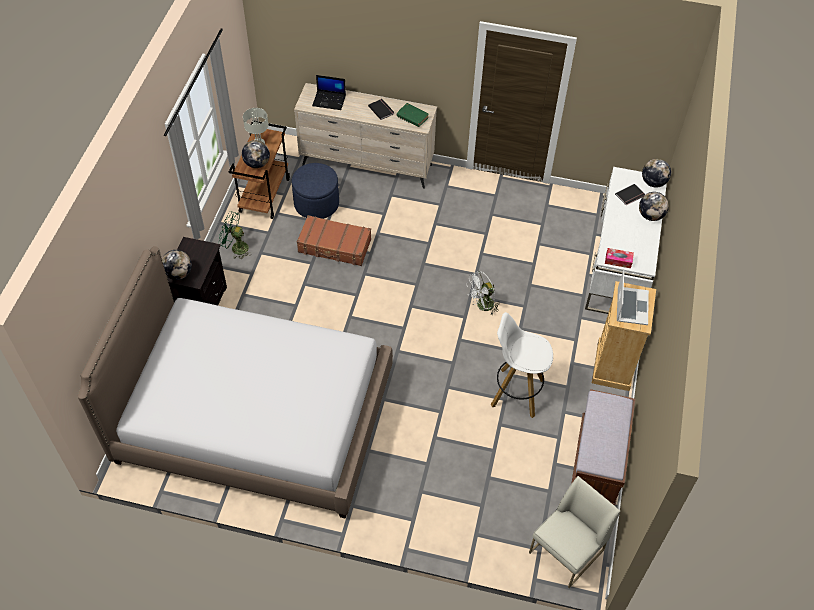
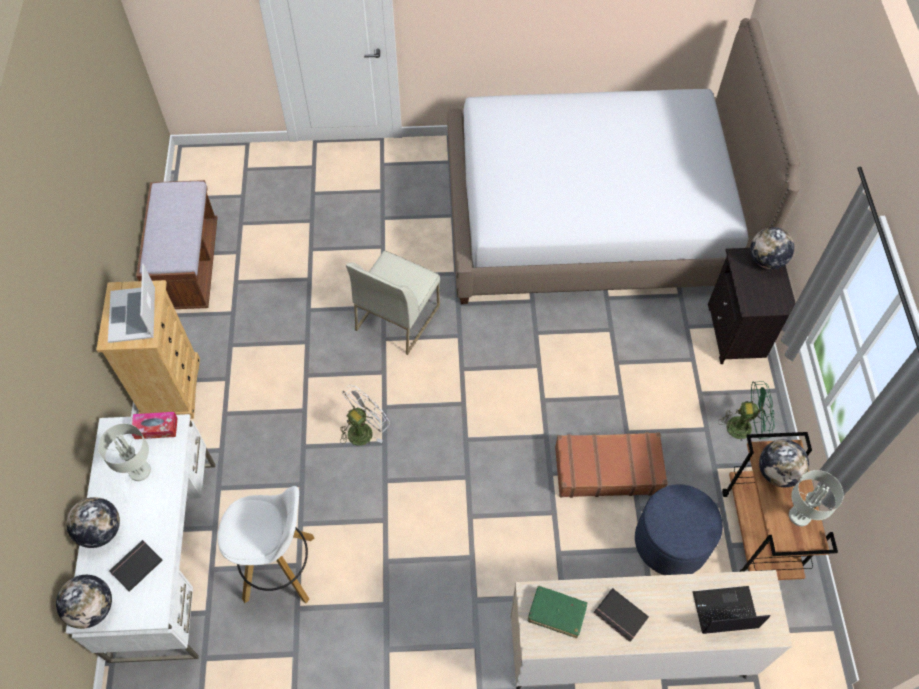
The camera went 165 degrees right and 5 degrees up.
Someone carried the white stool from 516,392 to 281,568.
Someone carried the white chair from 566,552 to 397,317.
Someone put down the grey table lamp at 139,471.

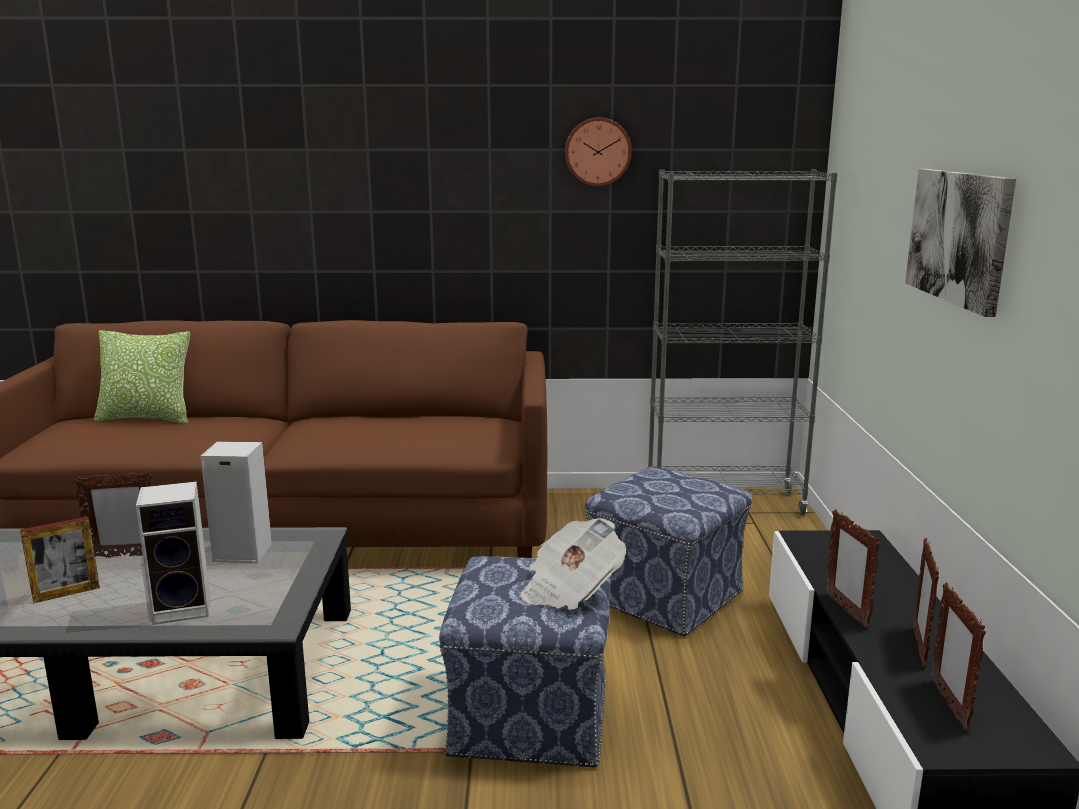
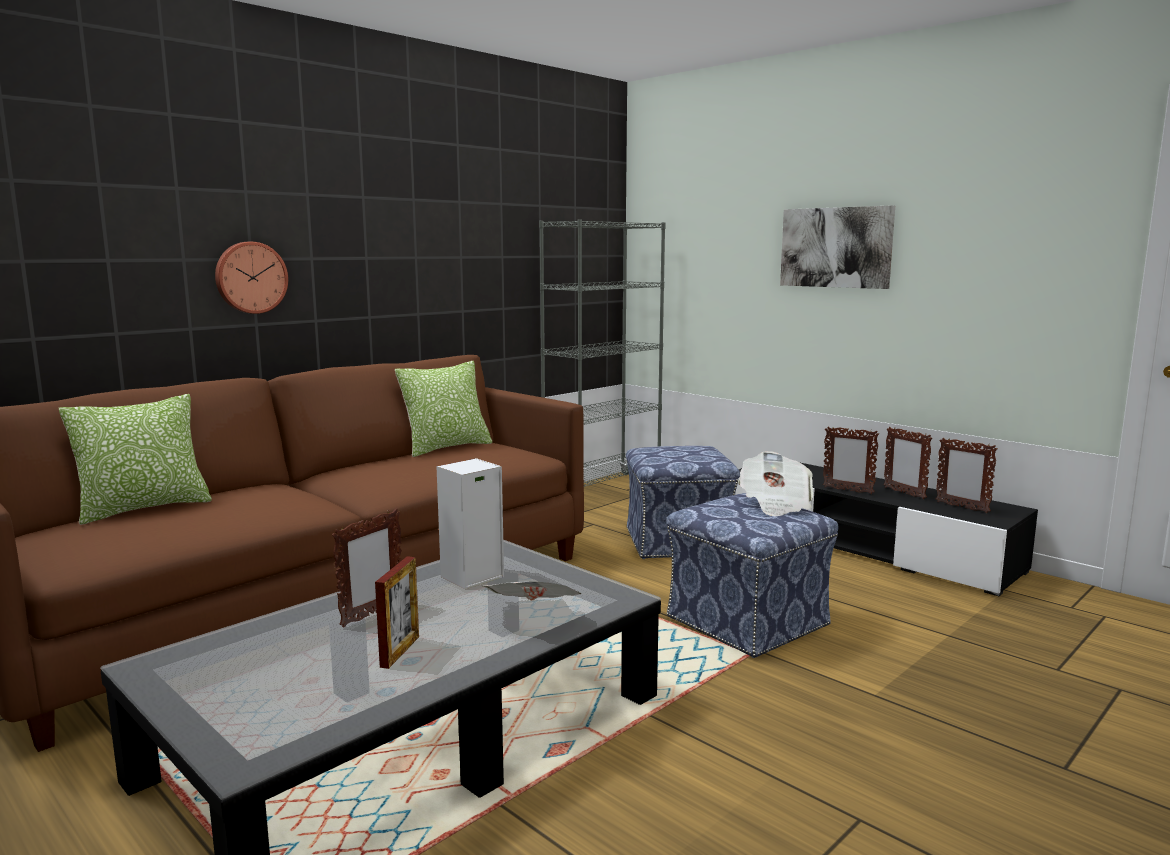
The camera went 45 degrees left and 5 degrees down.
Someone swapped the speaker at 184,608 for the newspaper at 533,616.
Someone carried the wall clock from 597,152 to 250,277.
Someone put down the pillow at 446,447.

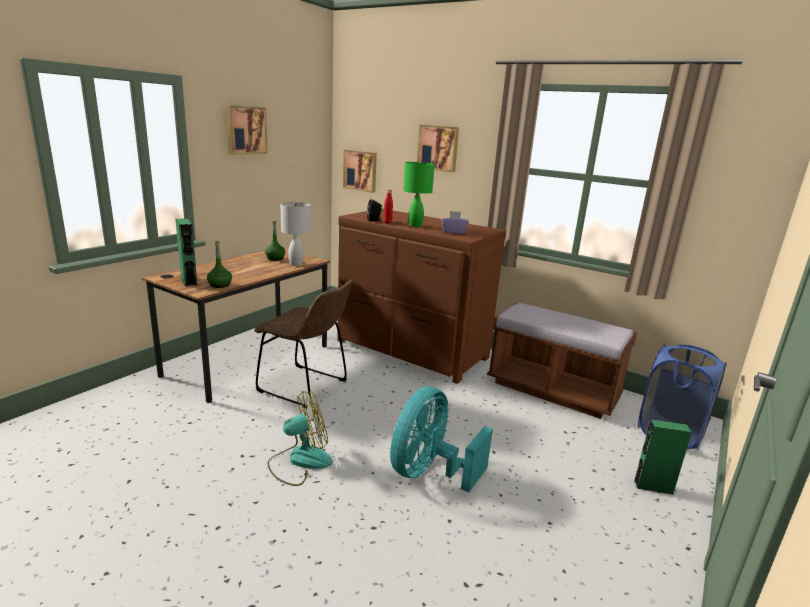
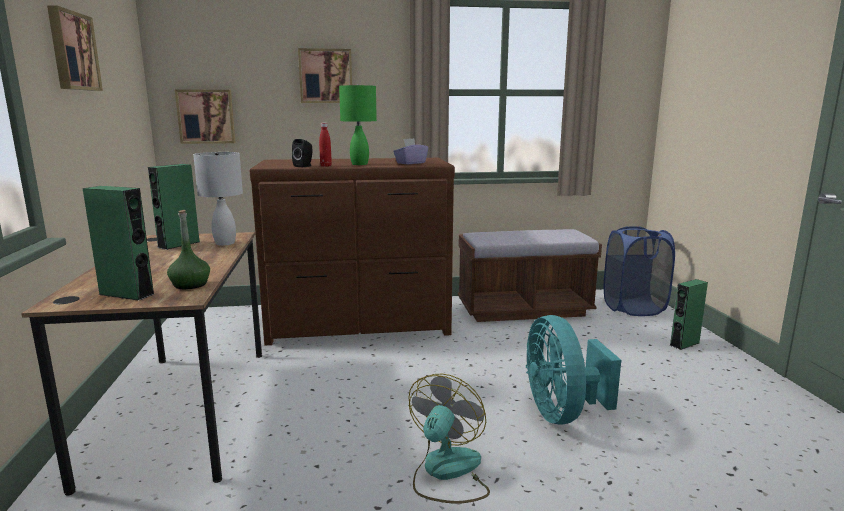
The camera went 40 degrees left and 5 degrees down.
Someone took away the brown chair at 306,387.
Someone swapped the green bottle at 275,258 for the green speaker at 179,244.

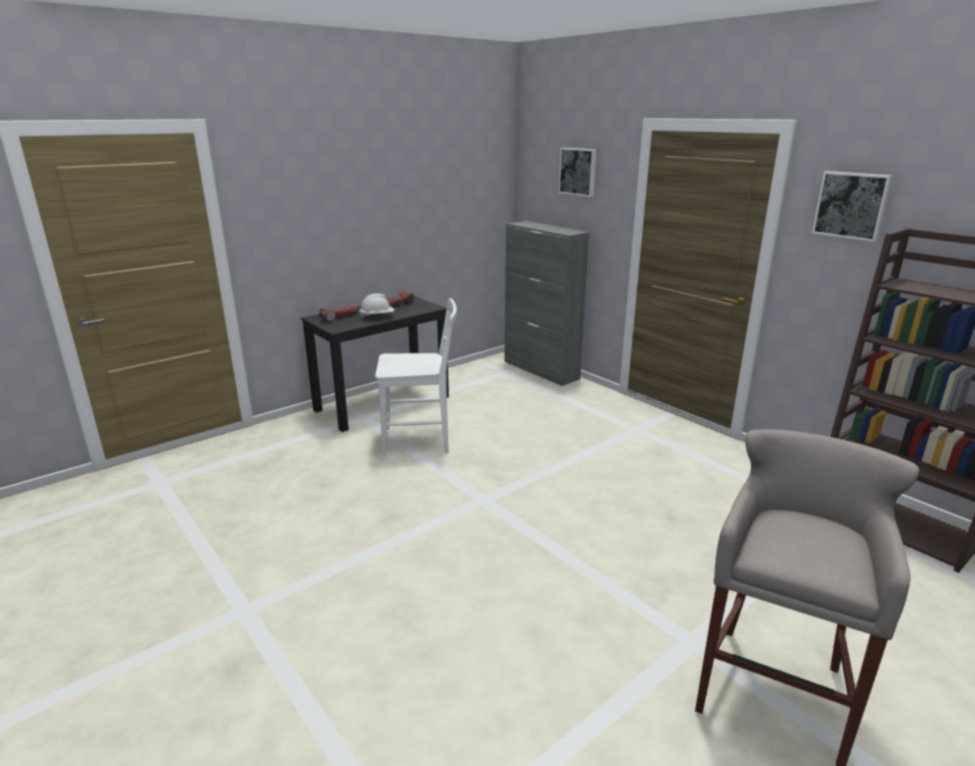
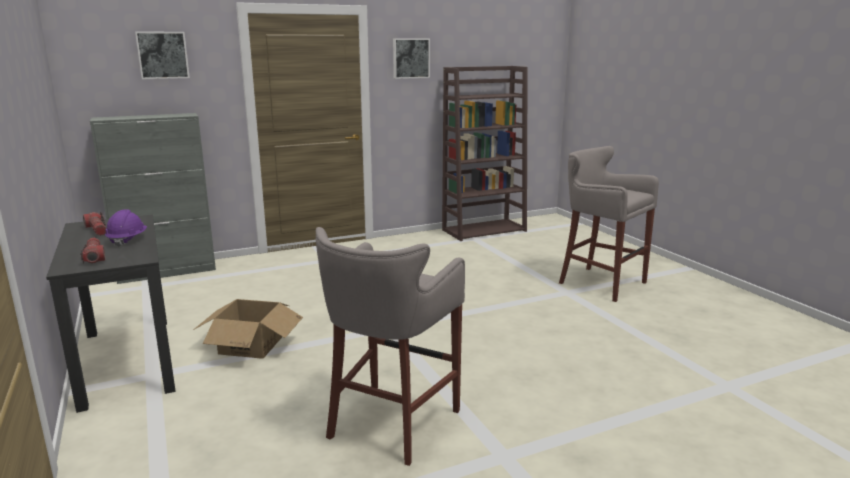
The camera went 75 degrees left and 5 degrees down.
Someone repainted the white hard hat at 377,316, which became the purple hard hat at 127,240.
Someone swapped the white chair at 421,440 for the cardboard box at 251,345.
Someone put down the grey stool at 390,424.

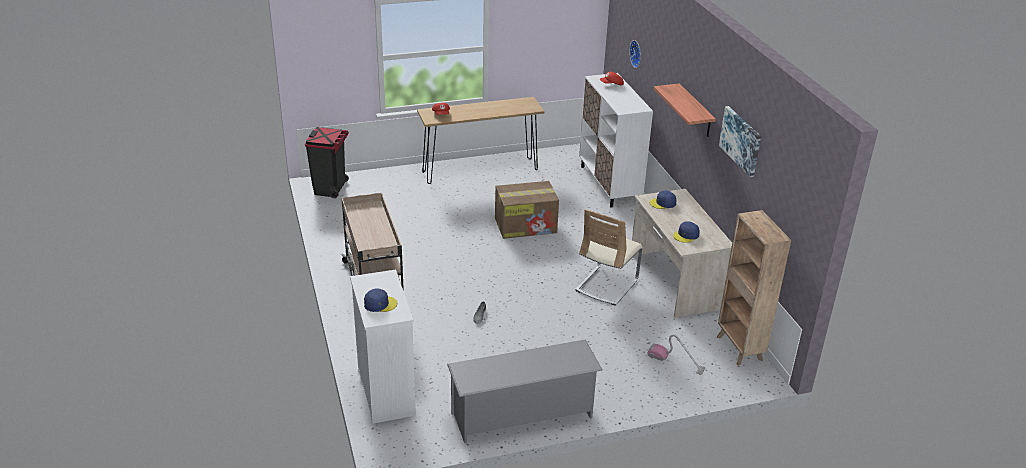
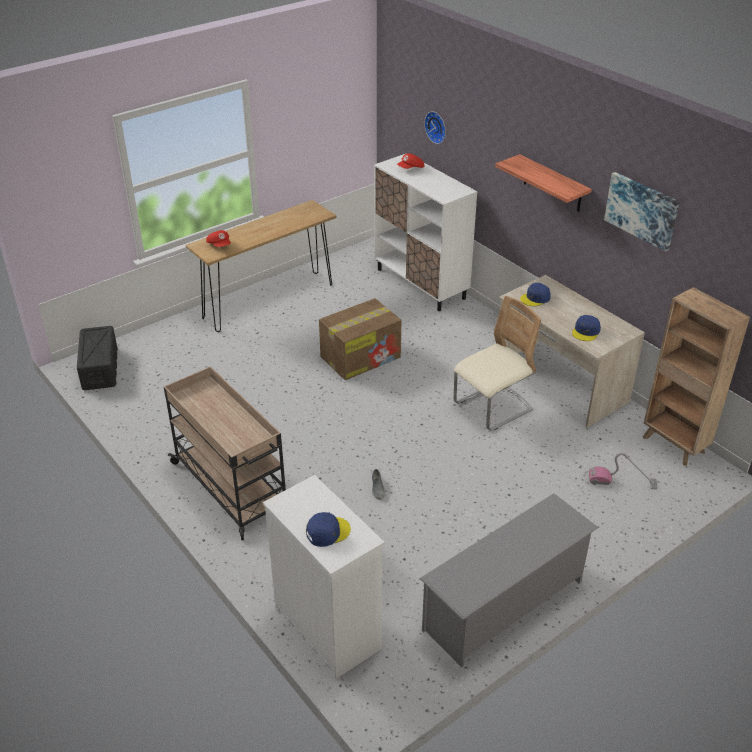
The camera went 20 degrees left and 5 degrees up.
Someone swapped the black trash can at 330,188 for the black storage box at 100,368.
Someone rotated the beige chair at 606,285 by 135 degrees counterclockwise.

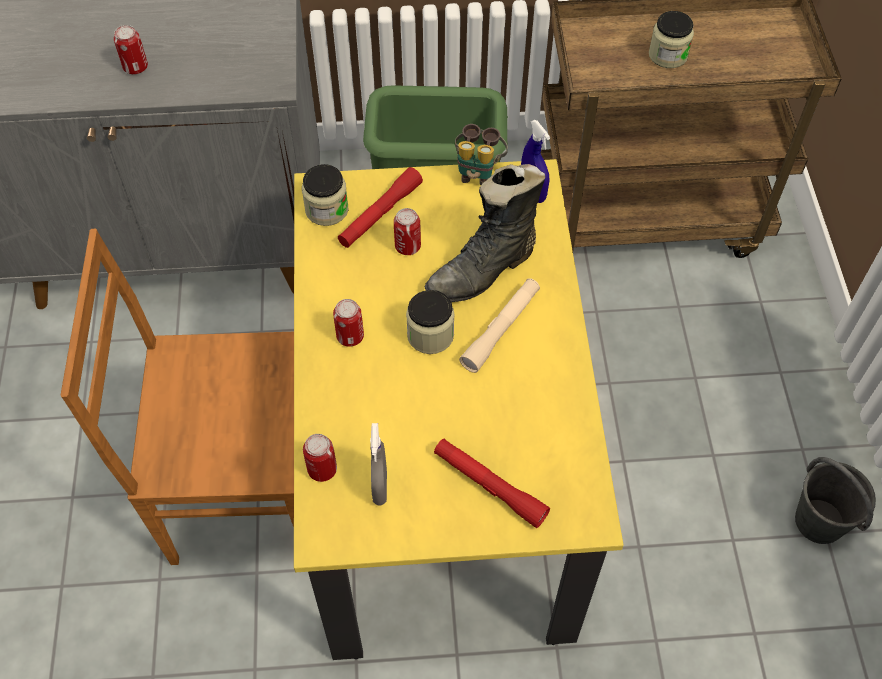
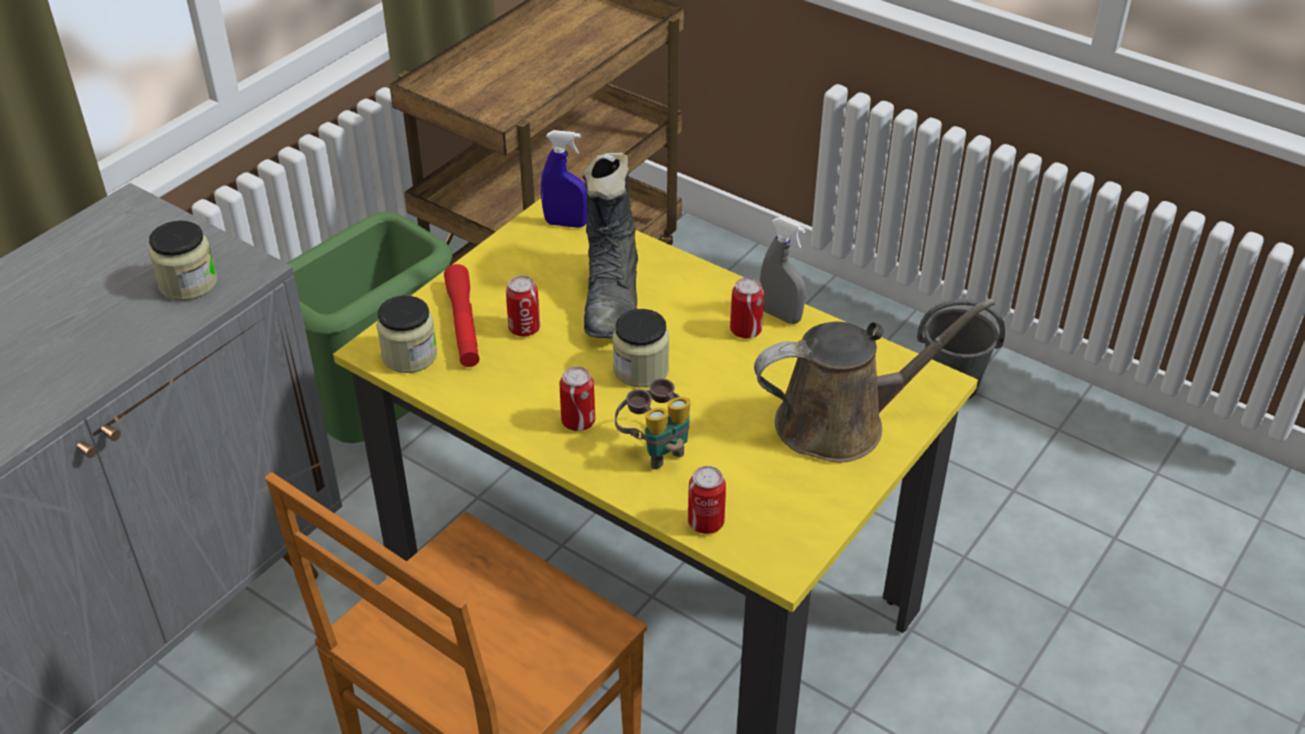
The camera went 50 degrees left and 15 degrees down.
Someone carried the can from 135,67 to 745,330.
Someone carried the grey spray bottle from 380,487 to 780,315.
Someone swapped the red flashlight at 489,486 for the brown watering can at 841,423.
Someone carried the binoculars from 478,172 to 656,448.
Someone took away the beige flashlight at 501,329.
Someone carried the jar from 668,55 to 188,284.

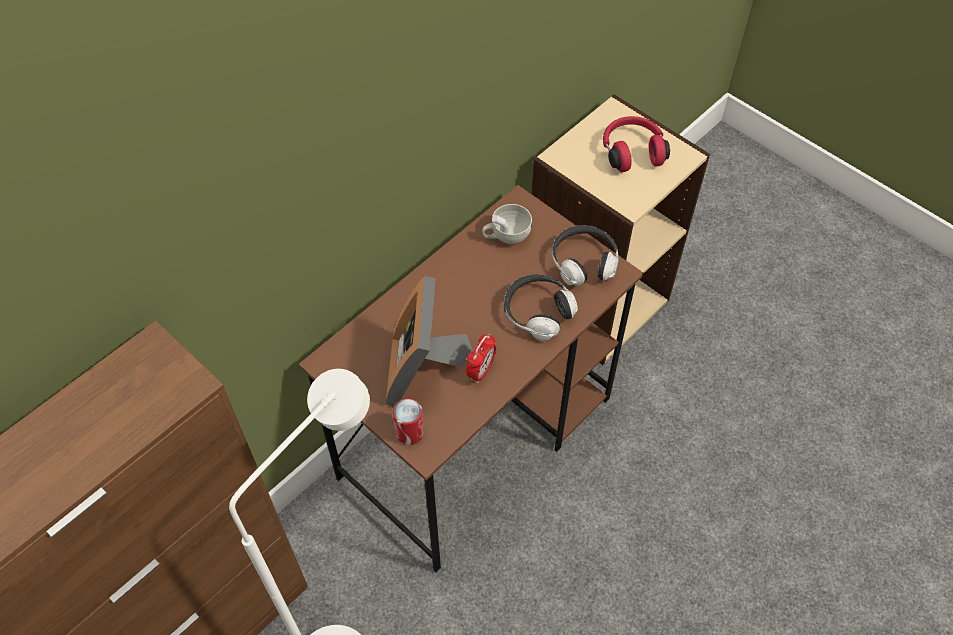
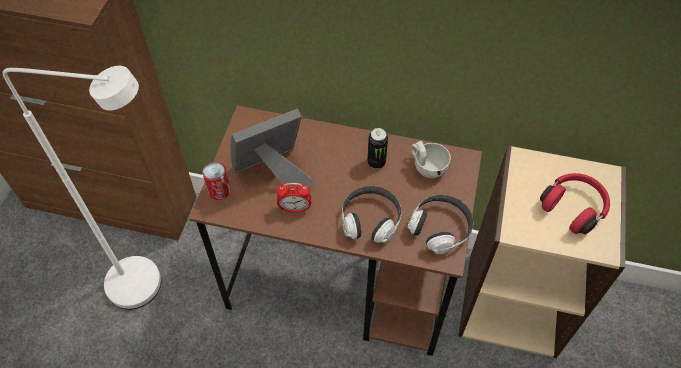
The camera went 60 degrees right and 0 degrees up.
Someone put down the can at 376,162.

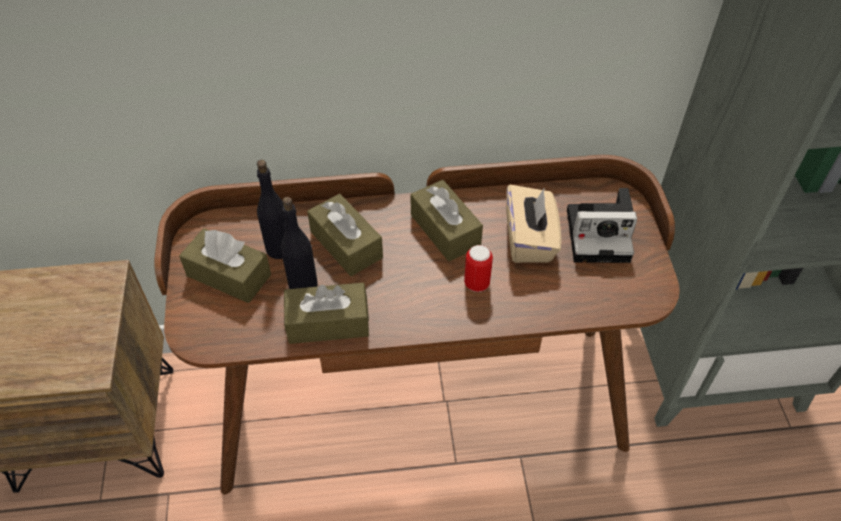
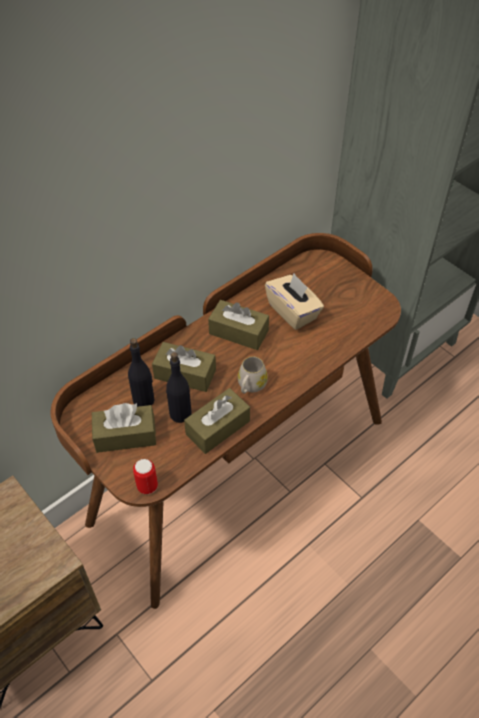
The camera went 35 degrees left and 0 degrees up.
Someone carried the can from 476,283 to 147,486.
Someone took away the photo camera at 600,234.
Someone put down the white mug at 250,386.

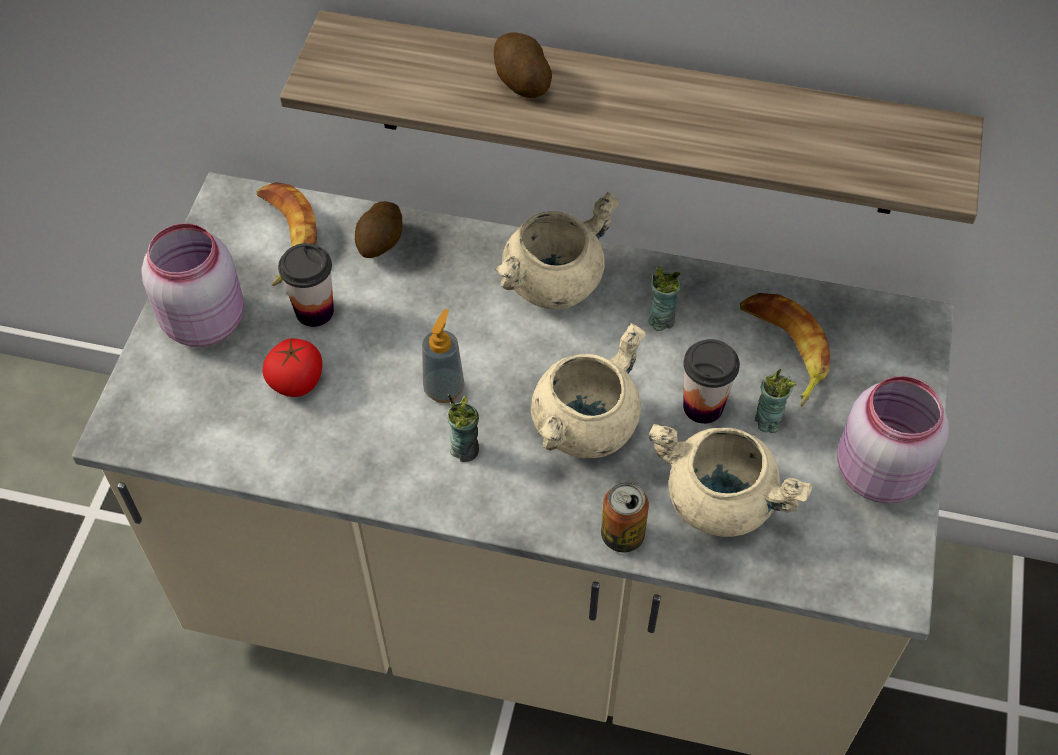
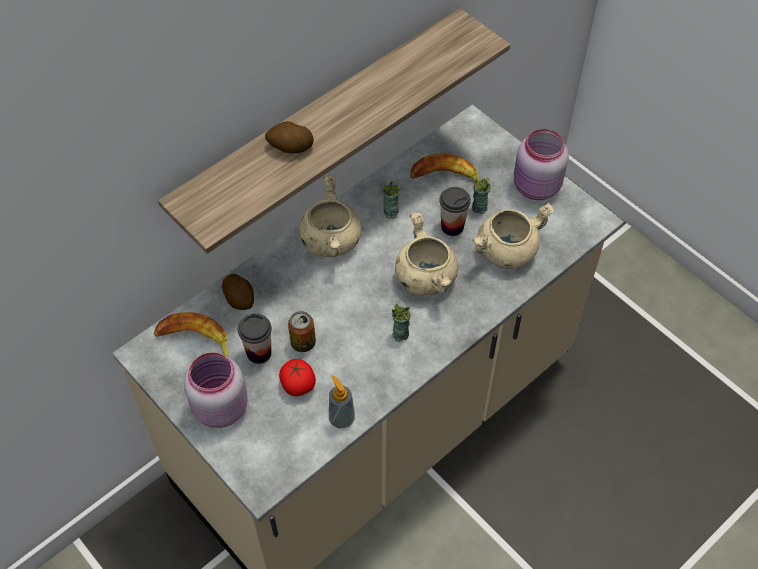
The camera went 55 degrees left and 0 degrees up.
Someone carried the soap dispenser from 444,388 to 341,418.
Someone carried the can from 622,535 to 303,343.

